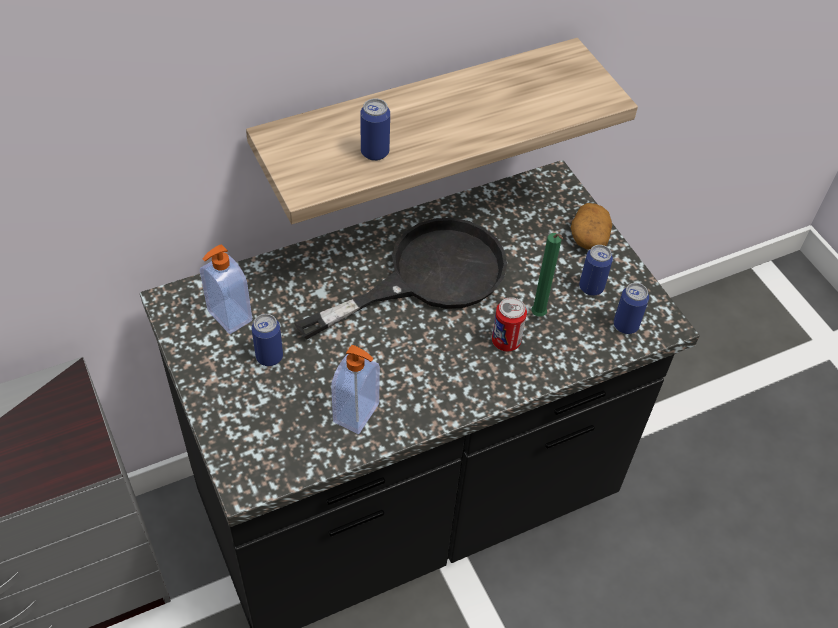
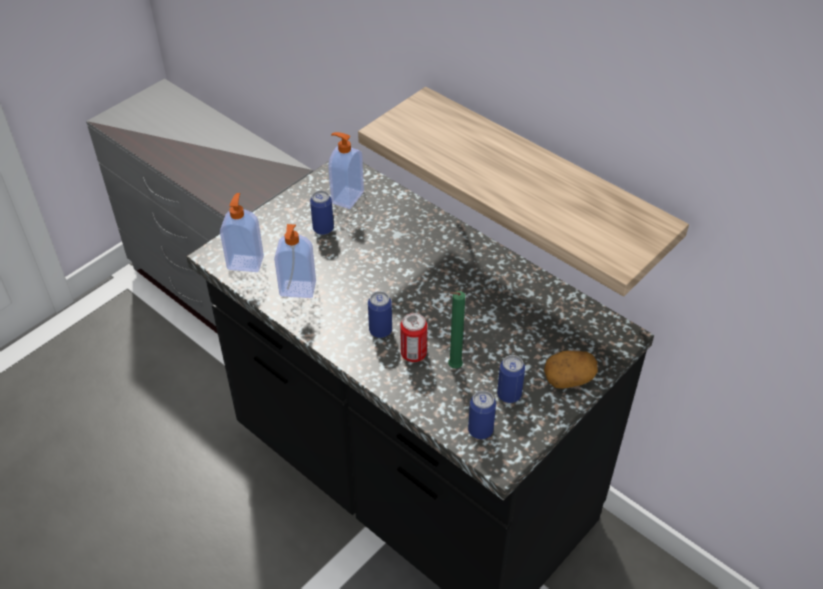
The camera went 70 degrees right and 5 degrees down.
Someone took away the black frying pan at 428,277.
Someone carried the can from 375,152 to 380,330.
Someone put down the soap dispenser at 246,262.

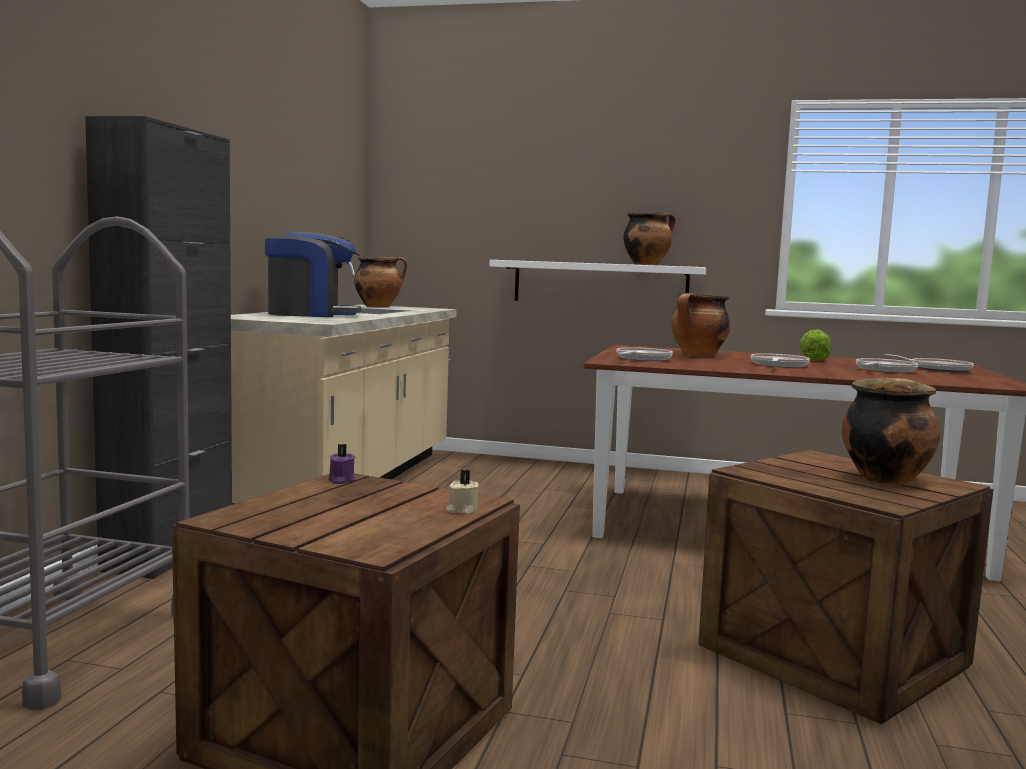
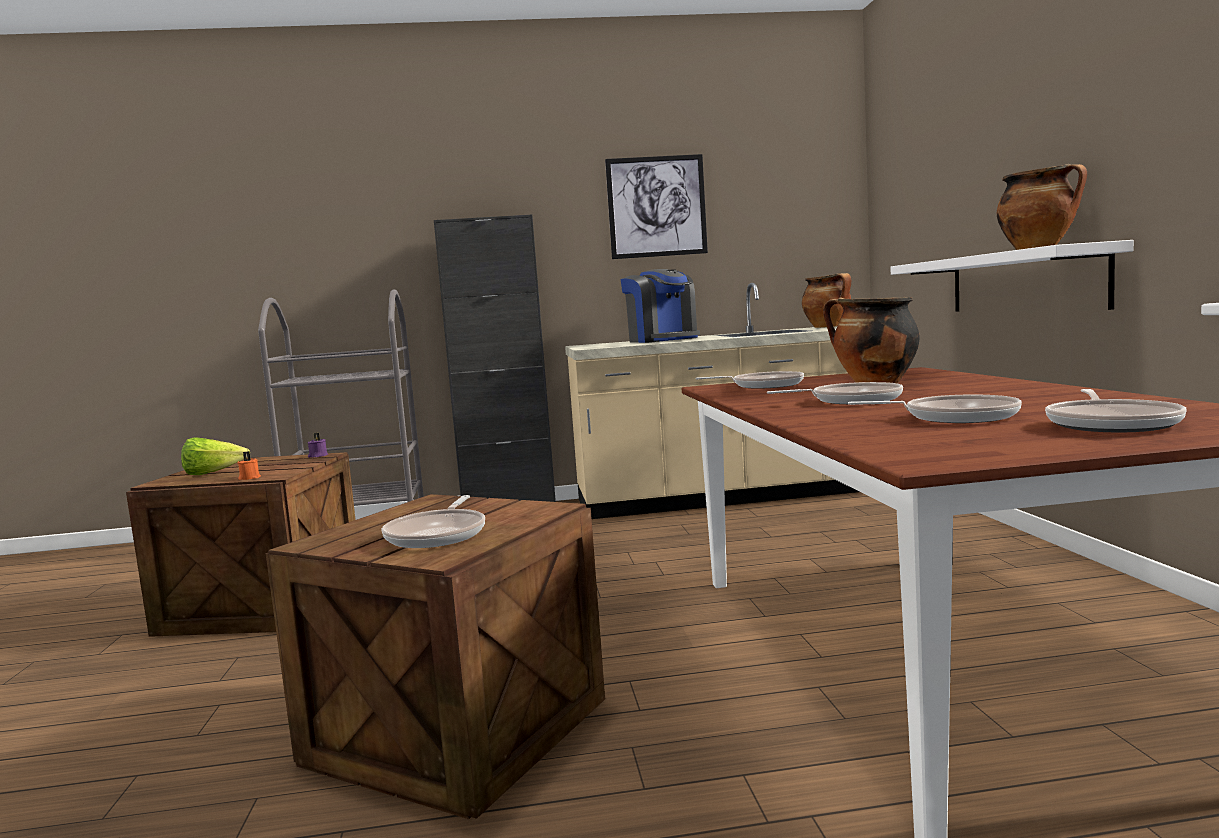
The camera went 70 degrees right and 0 degrees up.
Someone repainted the beige candle at 462,510, which became the orange candle at 249,478.
Someone carried the lettuce from 813,359 to 213,474.
Someone swapped the cooking pot at 884,479 for the frying pan at 438,535.
Someone put up the picture at 656,206.

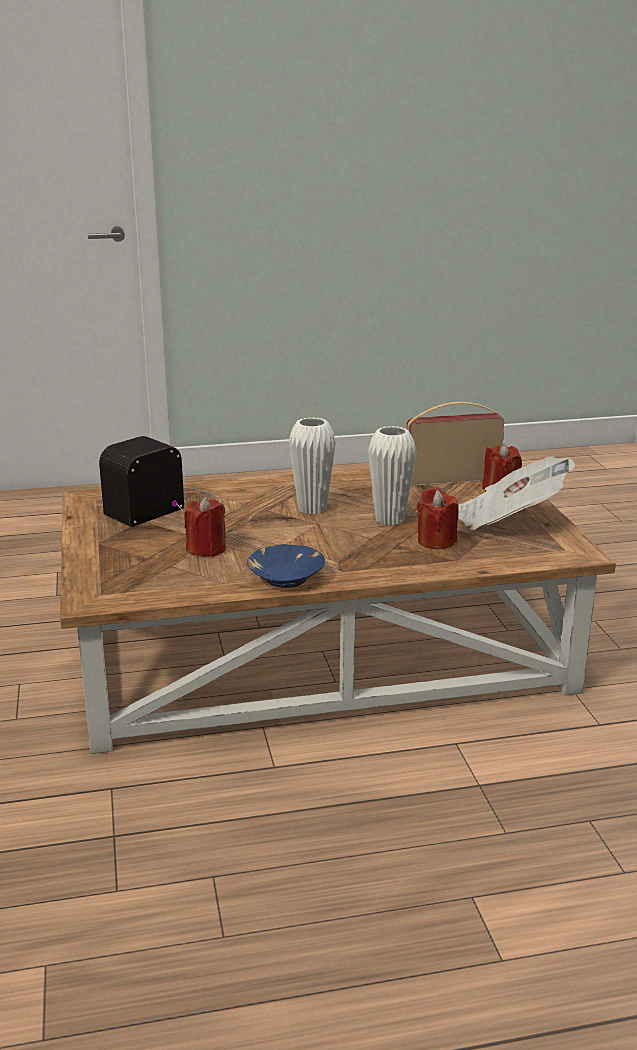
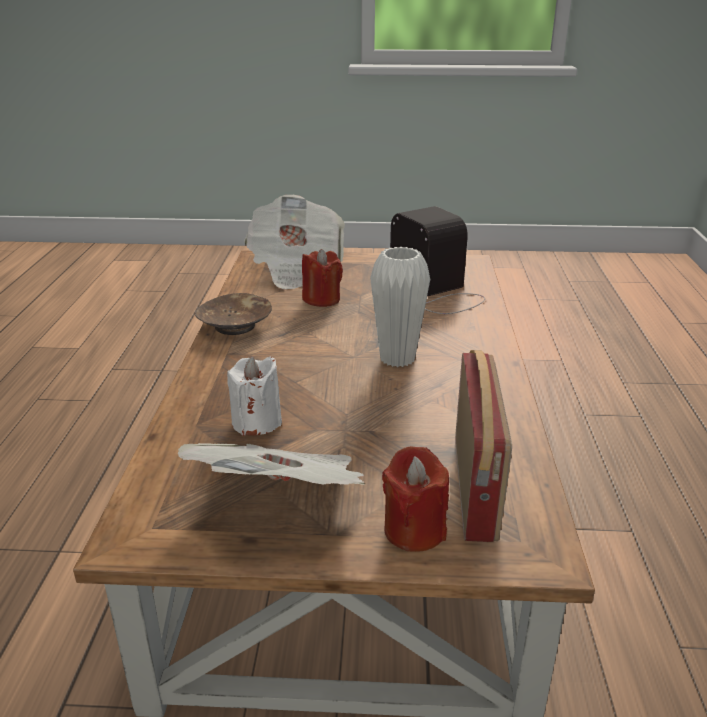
The camera went 105 degrees right and 5 degrees up.
Someone repainted the blue bowl at 286,577, which became the brown bowl at 236,326.
Someone took away the white vase at 390,519.
Someone repainted the red candle at 436,541, which became the white candle at 256,422.
Someone put down the newspaper at 296,268.

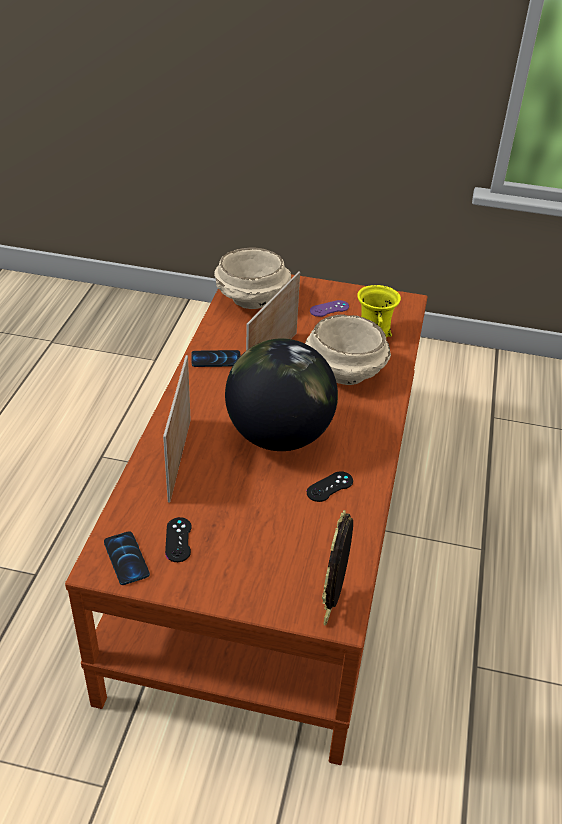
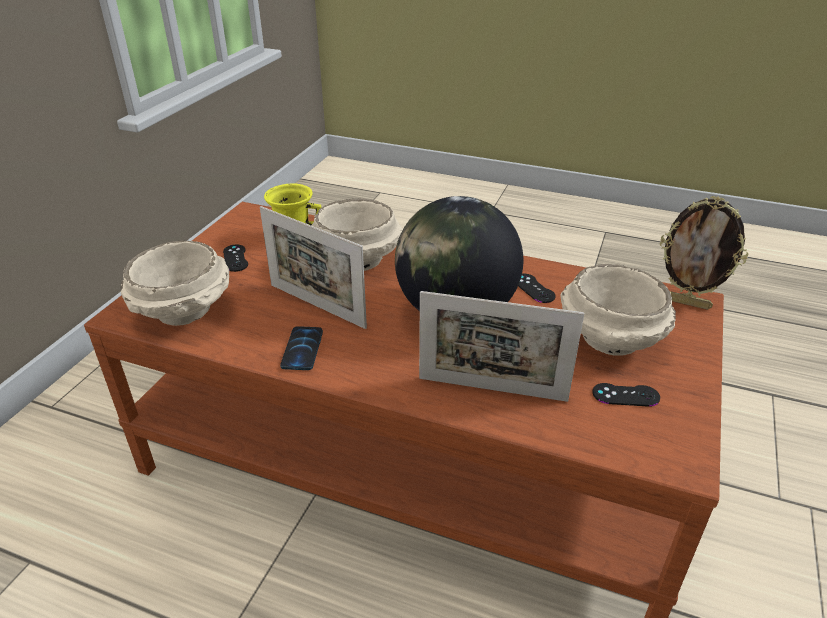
The camera went 80 degrees left and 5 degrees down.
Someone took away the phone at 126,558.
Someone repainted the purple game controller at 329,309, which became the black game controller at 235,258.
Someone put down the beige bowl at 609,338.

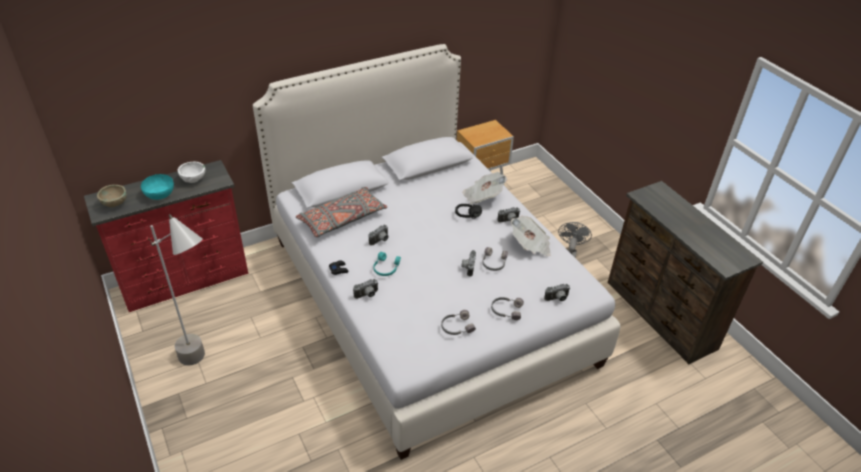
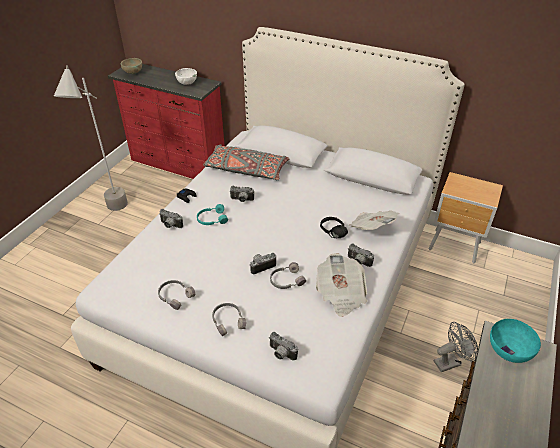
The camera went 55 degrees right and 0 degrees up.
Someone carried the turquoise bowl from 160,194 to 510,350.

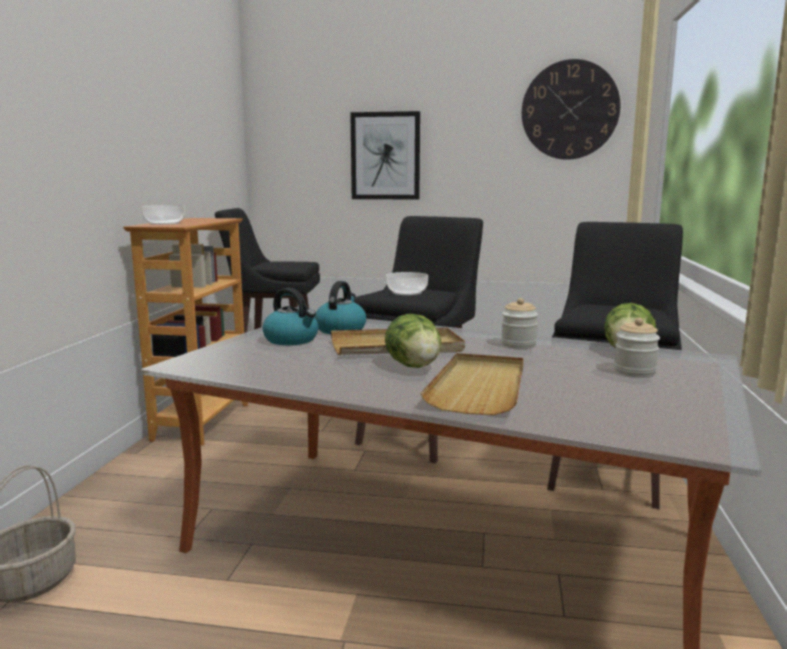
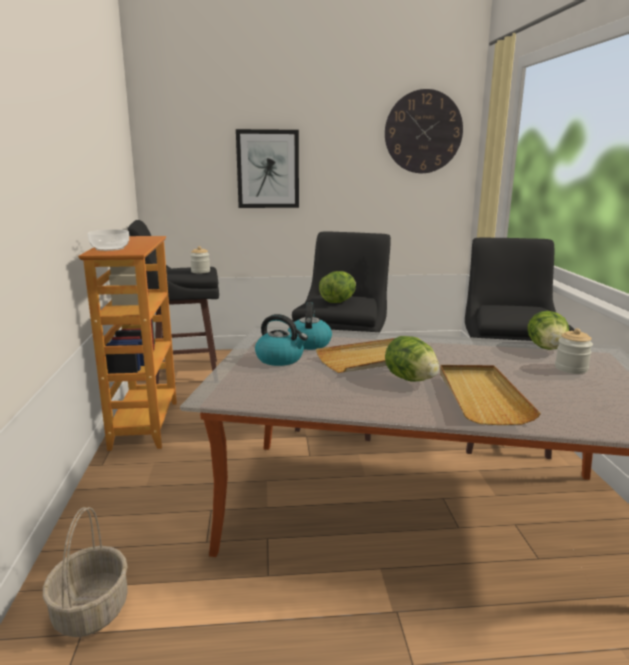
The camera went 15 degrees left and 5 degrees up.
Someone swapped the bowl at 406,292 for the lettuce at 338,301.
Someone carried the jar from 518,344 to 200,271.

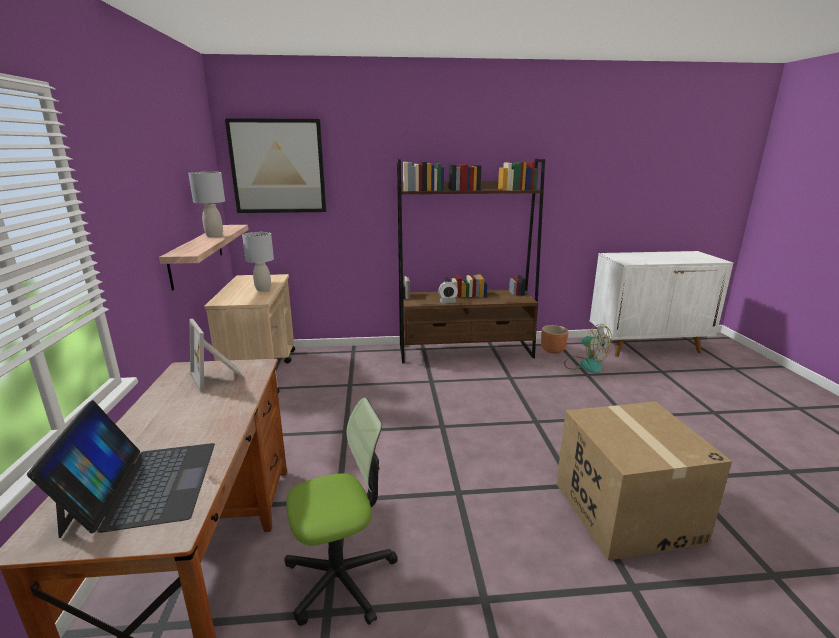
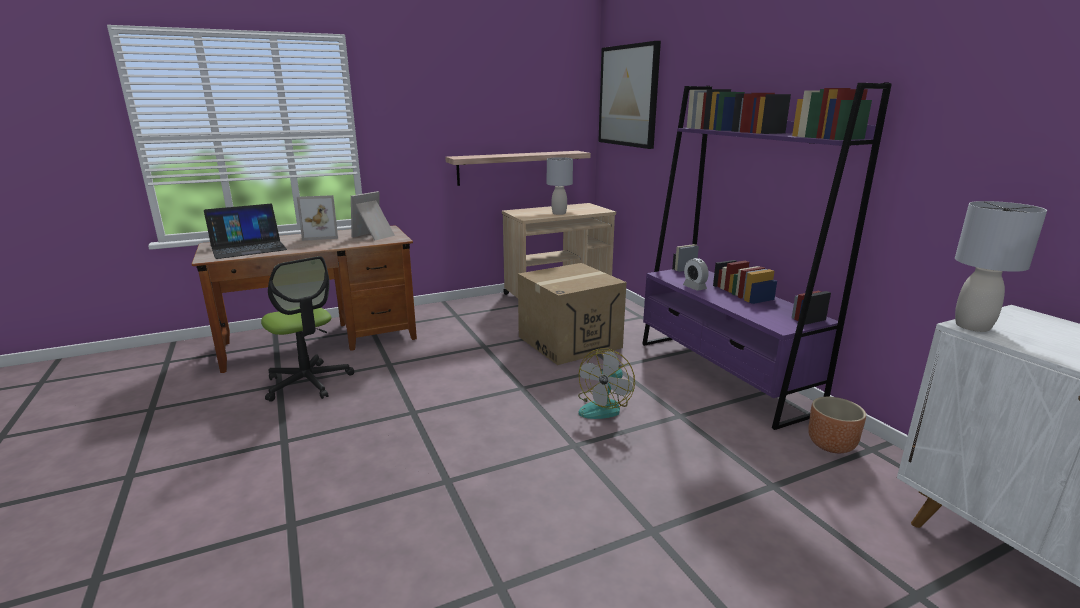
The camera went 70 degrees right and 0 degrees up.
Someone carried the grey table lamp from 214,235 to 972,326.
Someone repainted the brown bookcase at 465,352, which became the purple bookcase at 723,375.
Someone carried the cardboard box from 626,511 to 569,342.
Someone carried the fan from 585,364 to 604,406.
Someone put down the picture frame at 321,236.

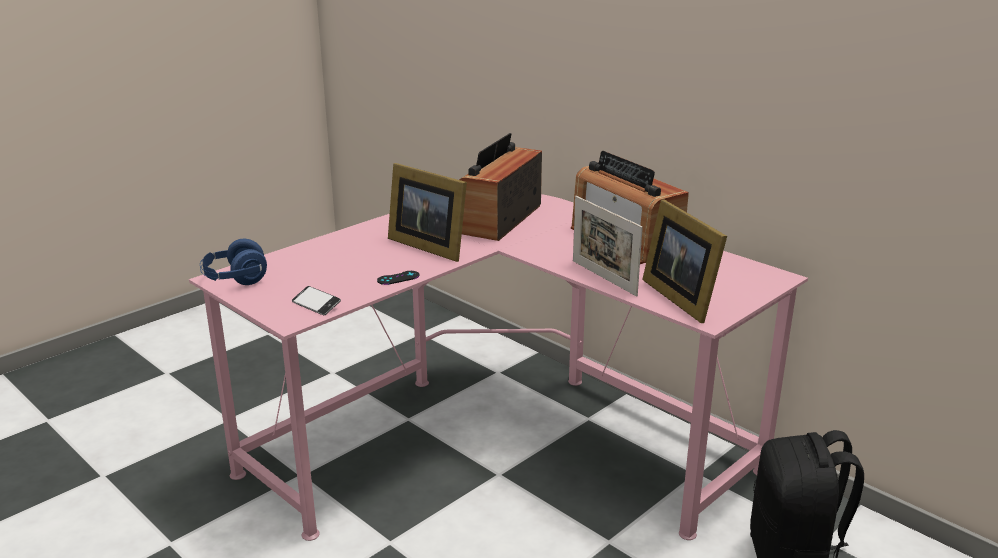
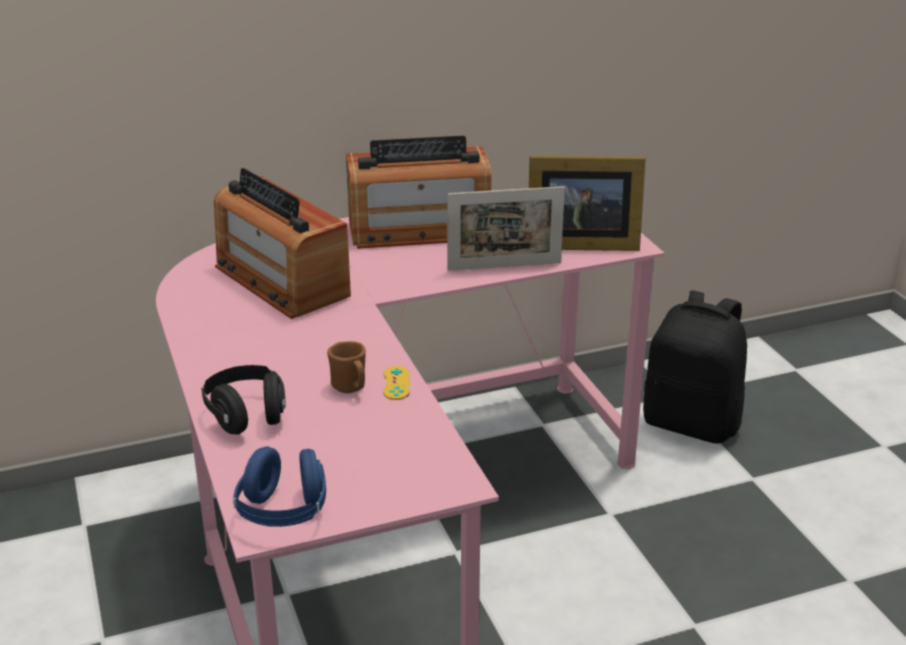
The camera went 65 degrees left and 5 degrees up.
Someone took away the phone at 316,305.
Someone repainted the black game controller at 398,278, which became the yellow game controller at 396,383.
Someone took away the picture frame at 428,245.
Someone put down the black headphones at 247,415.
Someone put down the brown mug at 351,388.

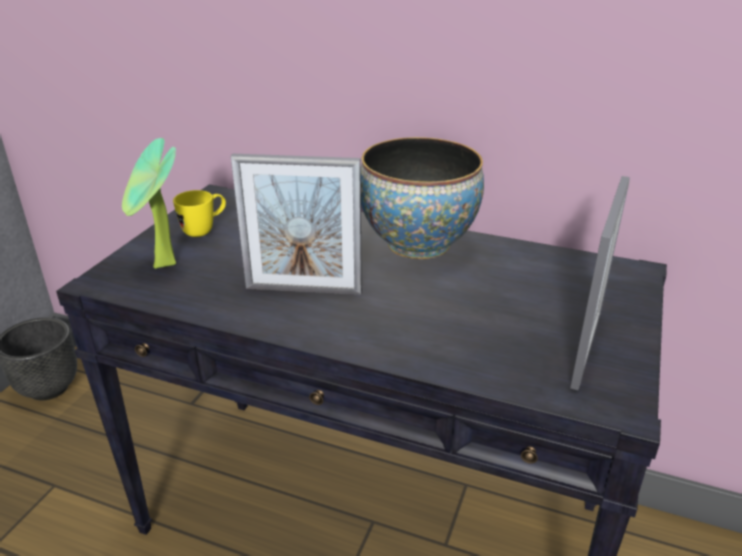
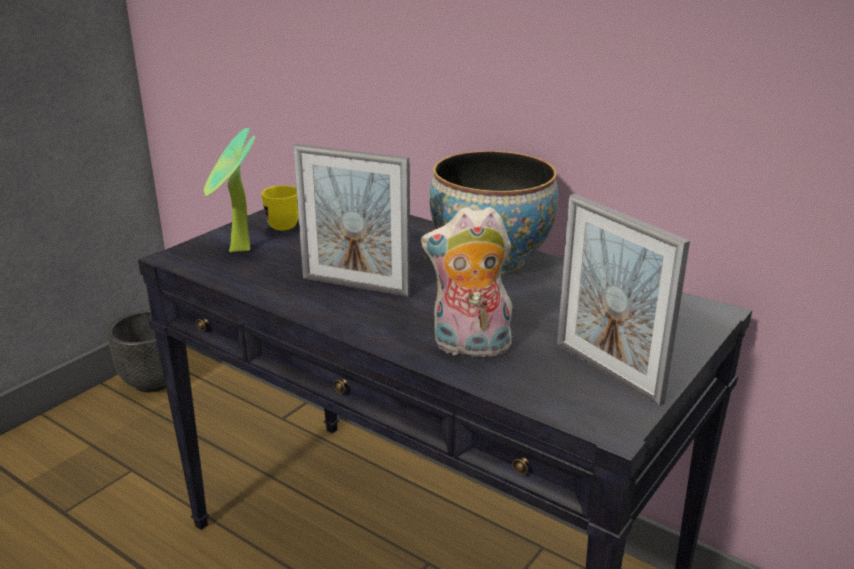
The camera went 15 degrees right and 5 degrees down.
Someone rotated the picture frame at 586,349 by 105 degrees clockwise.
Someone put down the plush toy at 469,347.

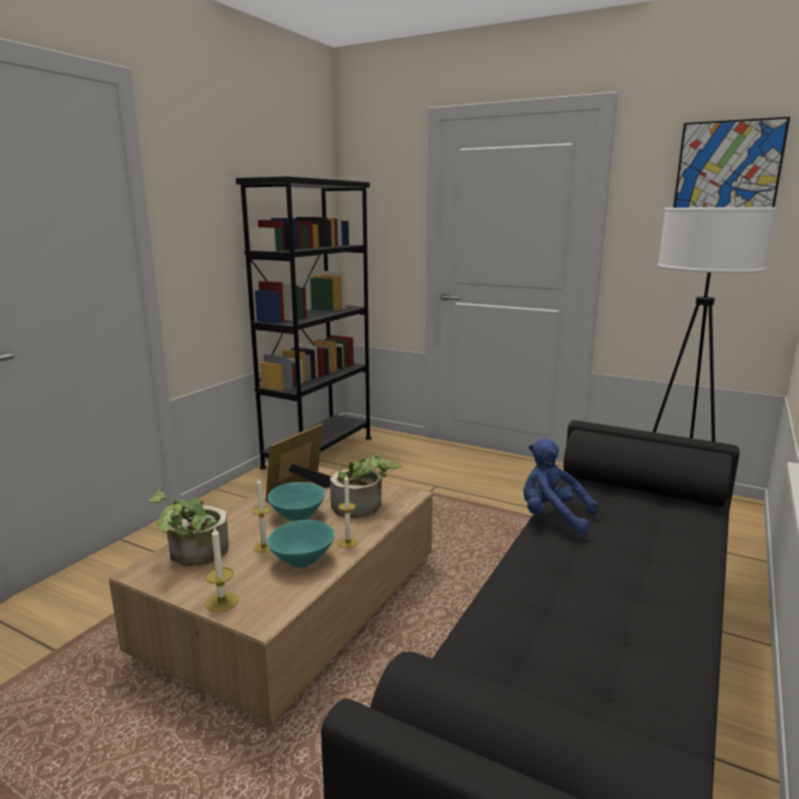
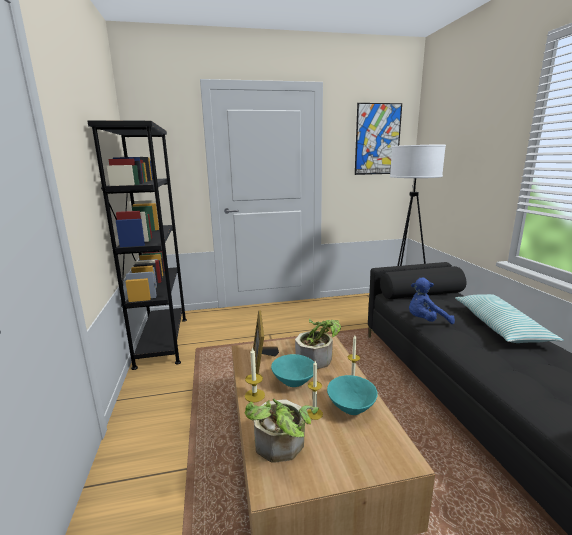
The camera went 40 degrees left and 0 degrees up.
Someone carried the candle from 222,602 to 254,395.
Someone put down the pillow at 499,326.

